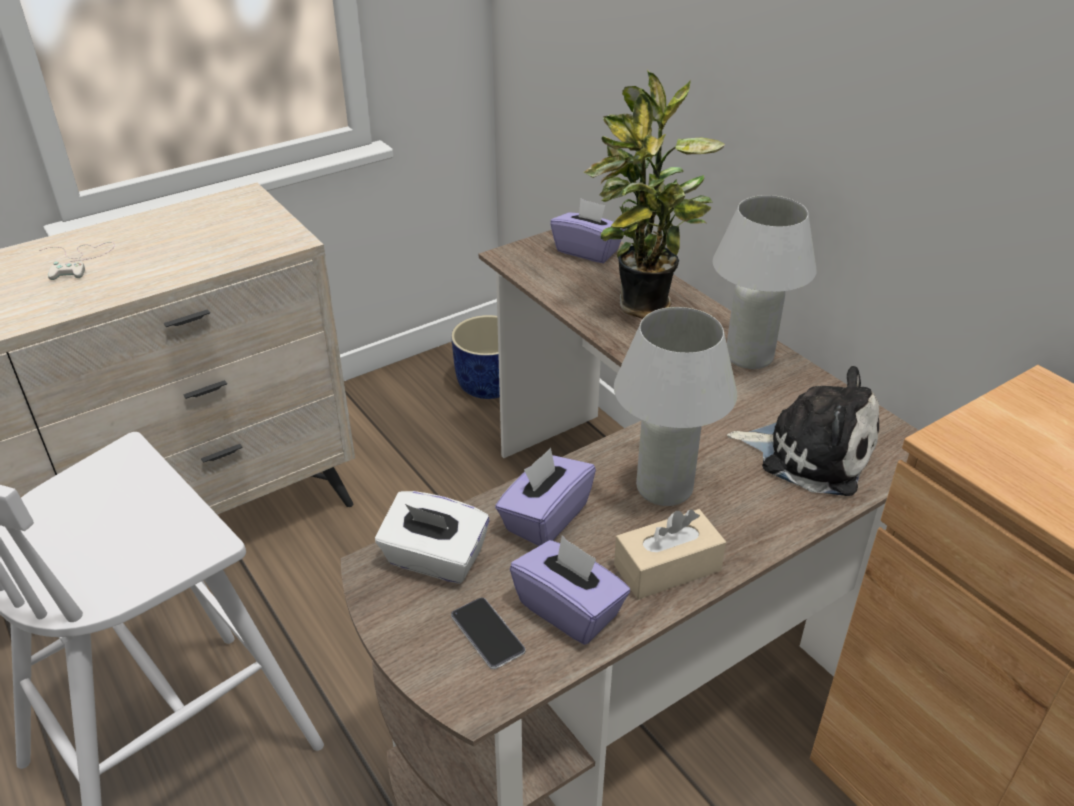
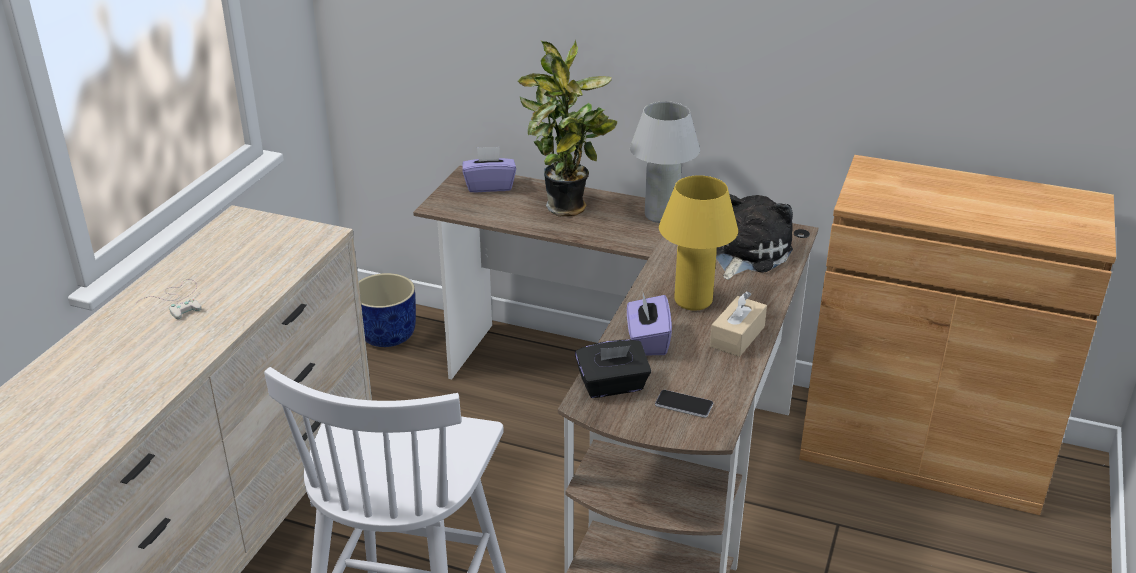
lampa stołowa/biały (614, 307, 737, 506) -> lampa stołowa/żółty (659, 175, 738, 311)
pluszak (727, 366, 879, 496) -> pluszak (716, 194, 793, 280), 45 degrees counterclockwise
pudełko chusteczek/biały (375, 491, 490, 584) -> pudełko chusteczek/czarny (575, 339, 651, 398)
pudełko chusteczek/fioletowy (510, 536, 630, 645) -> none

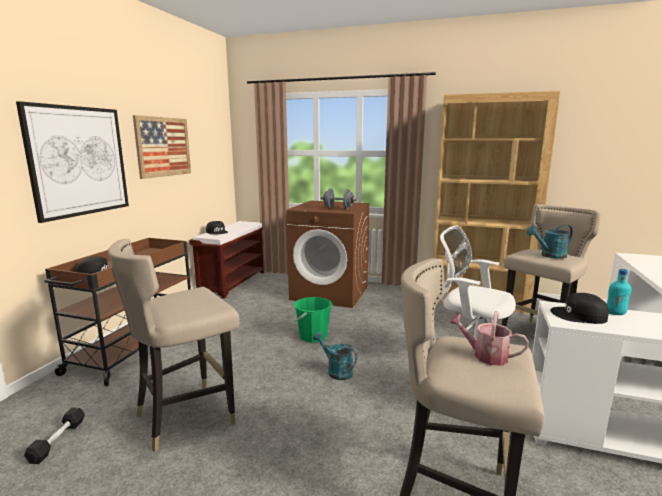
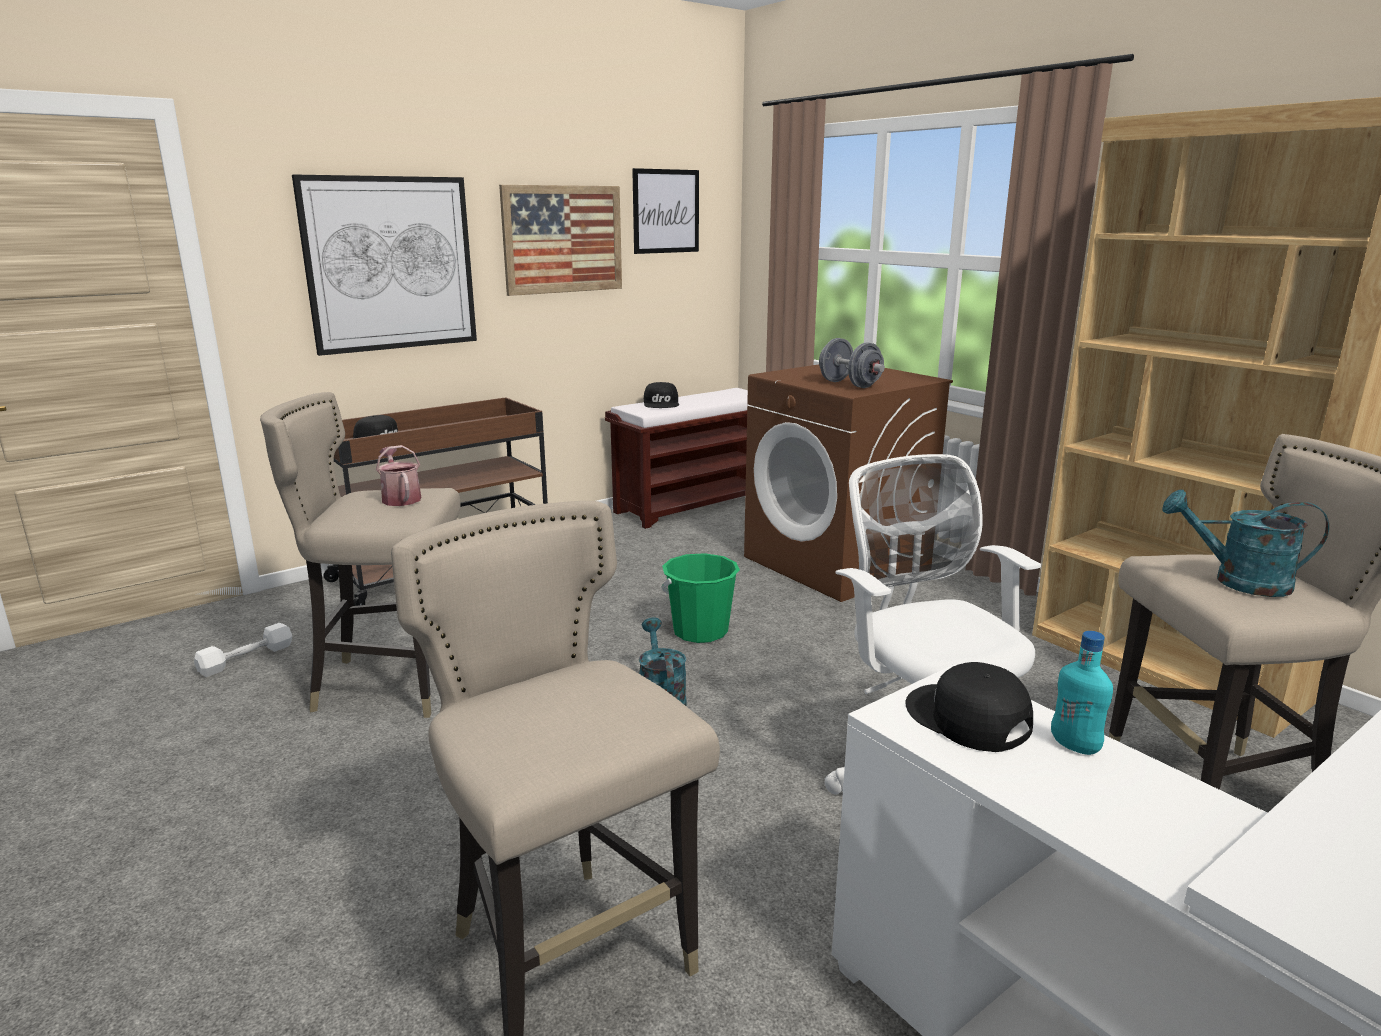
konewka (448, 311, 529, 366) -> konewka (376, 445, 421, 506), relocated
hantel/czarny (24, 408, 85, 464) -> hantel/biały (194, 623, 292, 677)
none -> obraz (632, 168, 699, 254)

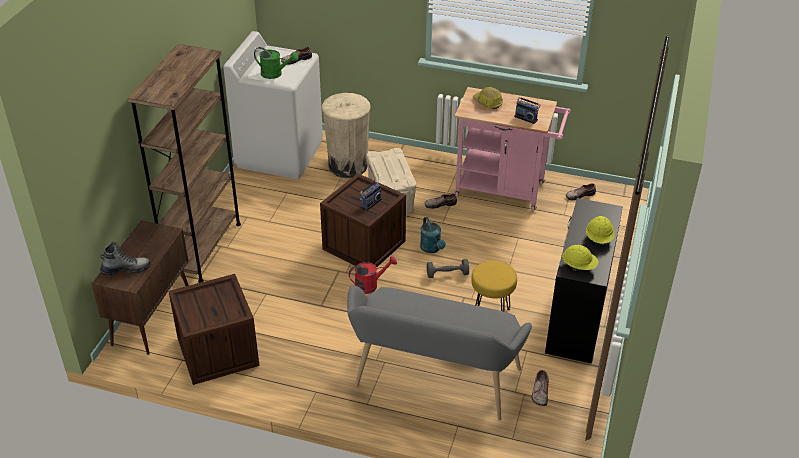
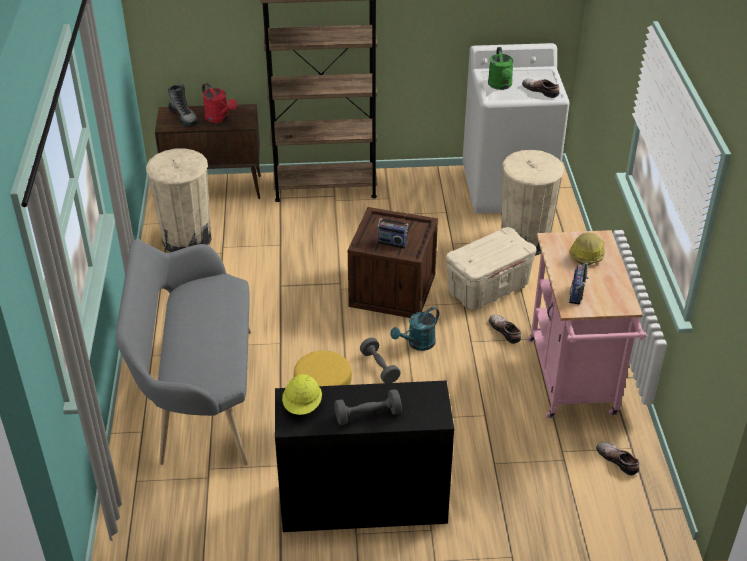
kask/żółty (586, 216, 615, 244) -> hantel/szary (335, 389, 402, 425)
konewka/czerwony (349, 256, 397, 294) -> konewka/czerwony (202, 83, 237, 123), relocated
skrzynka (168, 274, 259, 385) -> kosz na śmieci/beżowy (146, 148, 211, 252)
but (532, 370, 549, 406) -> none

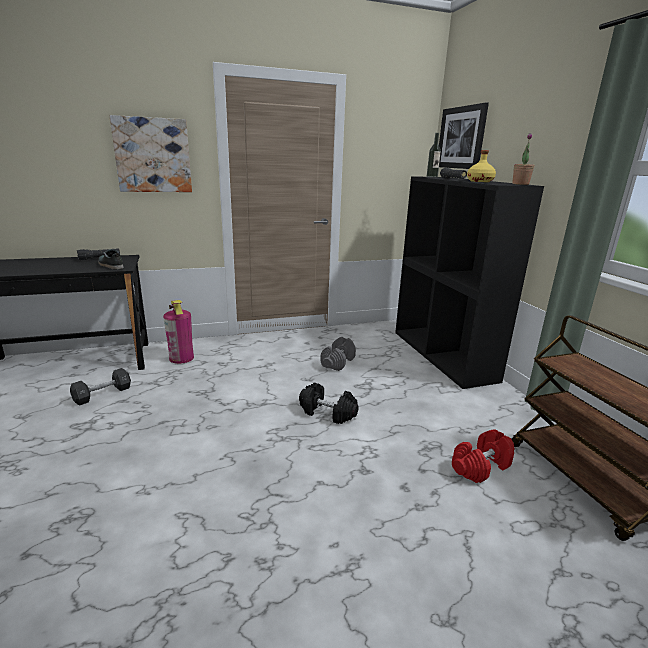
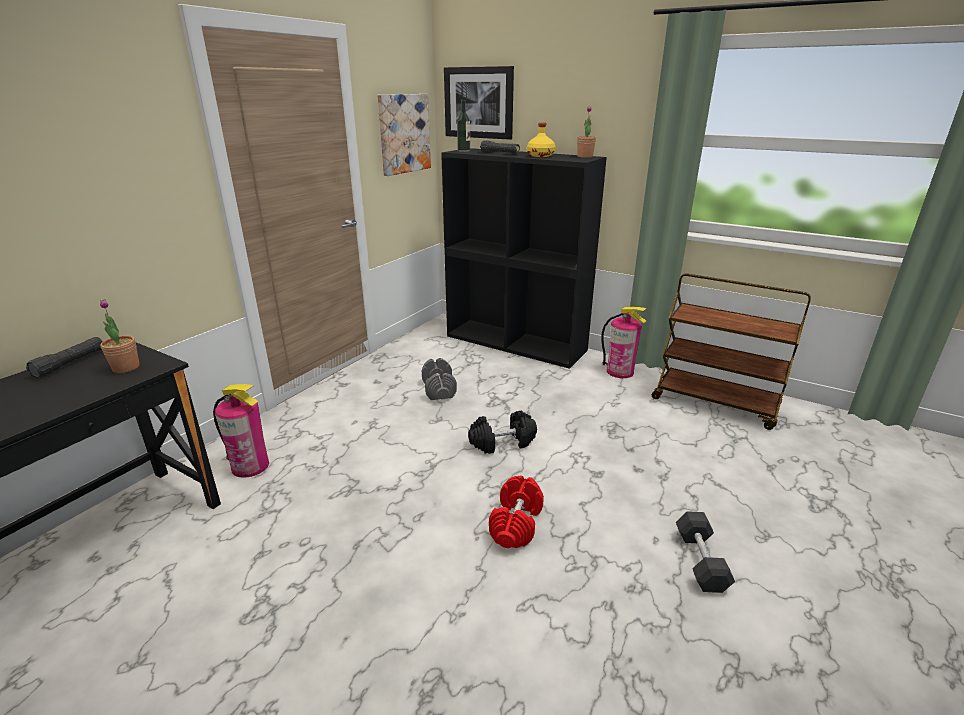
obraz (109, 115, 192, 192) -> obraz (378, 94, 431, 176), relocated
but (98, 249, 124, 270) -> roślina doniczkowa (100, 299, 140, 373)
hantel/czarny (70, 368, 131, 406) -> hantel/czarny (676, 511, 735, 593), relocated
hantel/czerwony (452, 430, 515, 483) -> hantel/czerwony (489, 476, 544, 548), relocated
none -> gaśnica (601, 307, 647, 378)

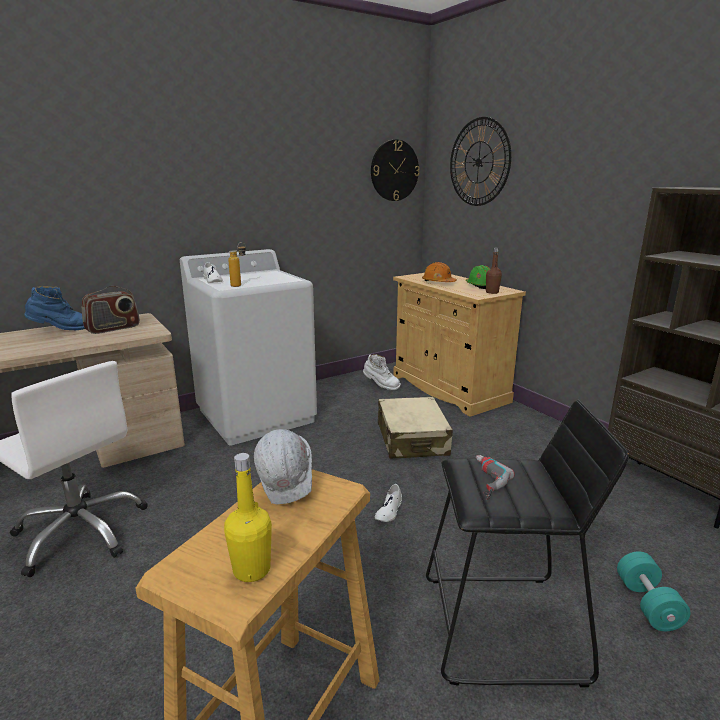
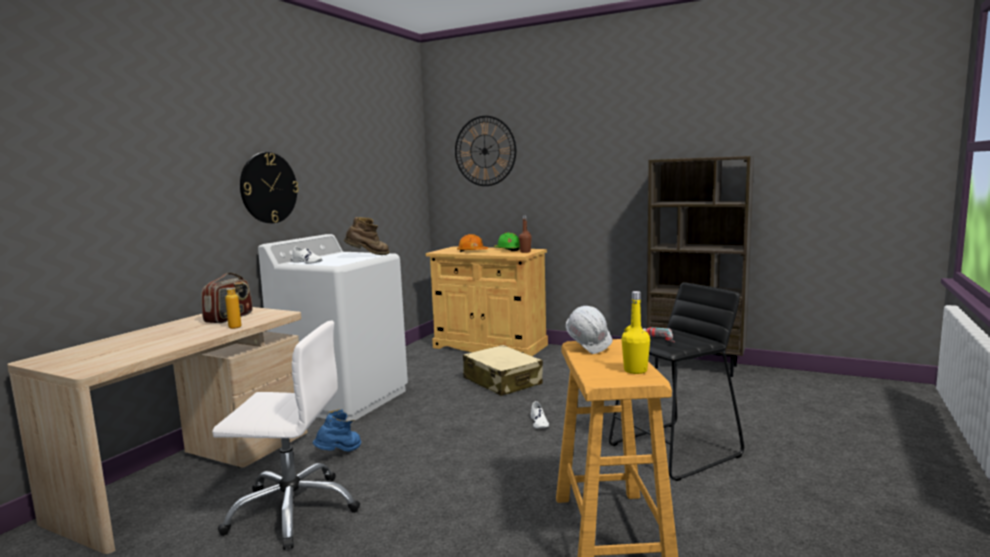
zegar ścienny (371, 140, 420, 201) -> zegar ścienny (240, 152, 299, 223), relocated
butelka (228, 242, 246, 287) -> butelka (225, 277, 243, 329), relocated
but z cholewką/niebieski (24, 286, 85, 330) -> but z cholewką/niebieski (313, 409, 361, 452), relocated
but z cholewką/biały (363, 354, 400, 390) -> none
hantel/turkusowy (617, 552, 691, 631) -> none
none -> but z cholewką/brązowy (343, 217, 389, 255)

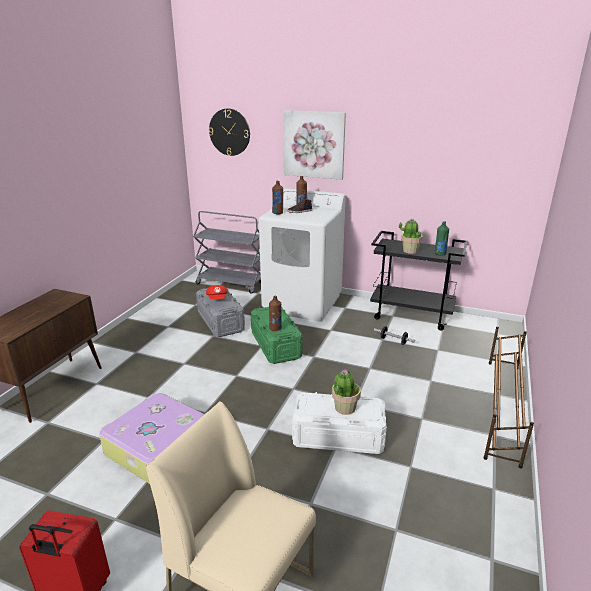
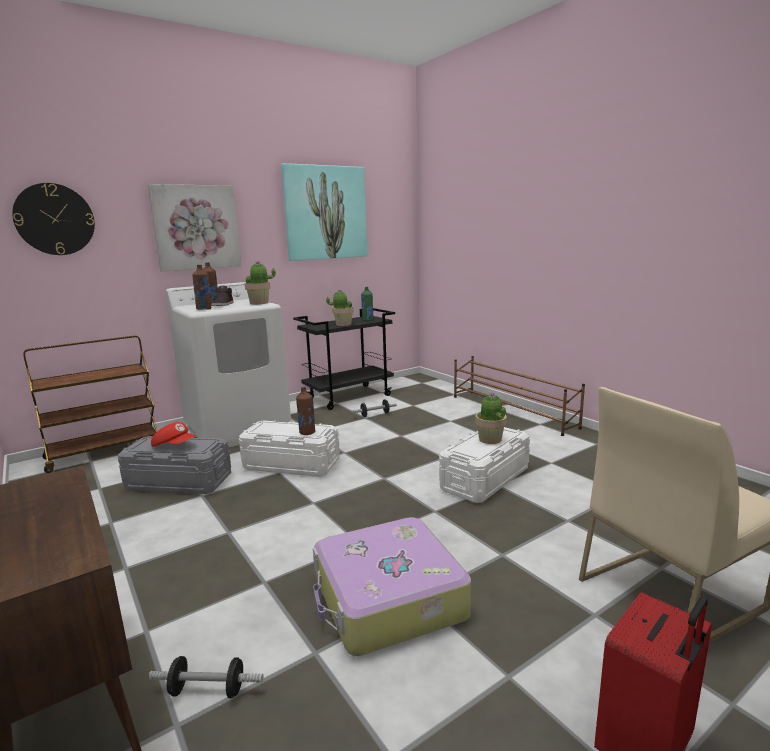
wózek/szary (193, 211, 261, 294) -> wózek/brązowy (23, 335, 157, 473)
pojemnik do przechowywania/zielony (251, 307, 303, 364) -> pojemnik do przechowywania/biały (239, 420, 340, 477)
none -> obraz (281, 163, 368, 261)
none -> roślina doniczkowa (245, 261, 276, 304)
none -> hantel (148, 656, 263, 698)

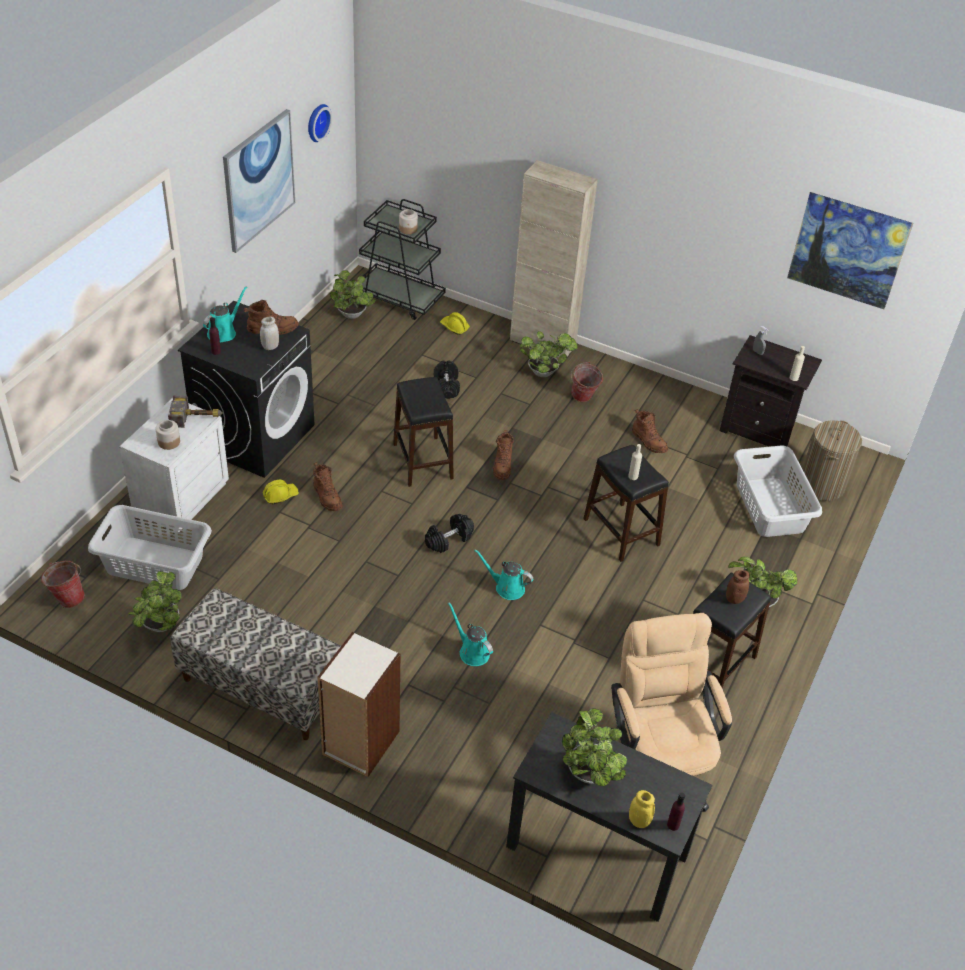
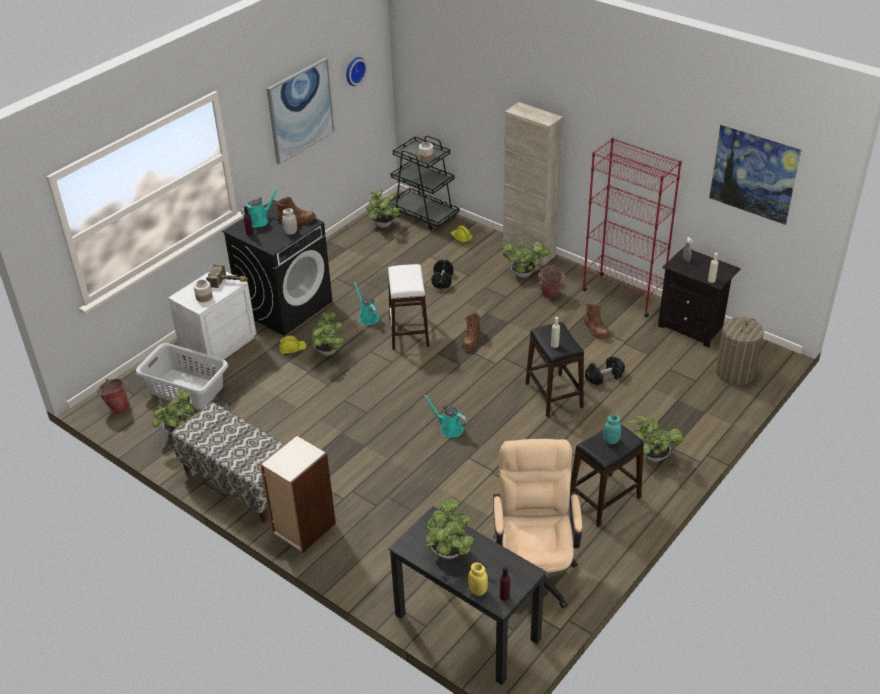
stołek/czarny (393, 377, 454, 487) -> stołek/biały (388, 264, 429, 350)
kosz na pranie/szary (734, 445, 822, 537) -> none
but z cholewką/brązowy (313, 462, 343, 511) -> roślina doniczkowa (309, 312, 344, 356)
hantel/czarny (425, 514, 474, 553) -> hantel/czarny (585, 357, 625, 386), relocated
słoik/brązowy (726, 570, 750, 604) -> słoik/turkusowy (604, 415, 621, 444)
konewka/turkusowy (448, 602, 493, 666) -> konewka/turkusowy (354, 282, 380, 325), relocated
none -> regał/czerwony (583, 138, 682, 318)

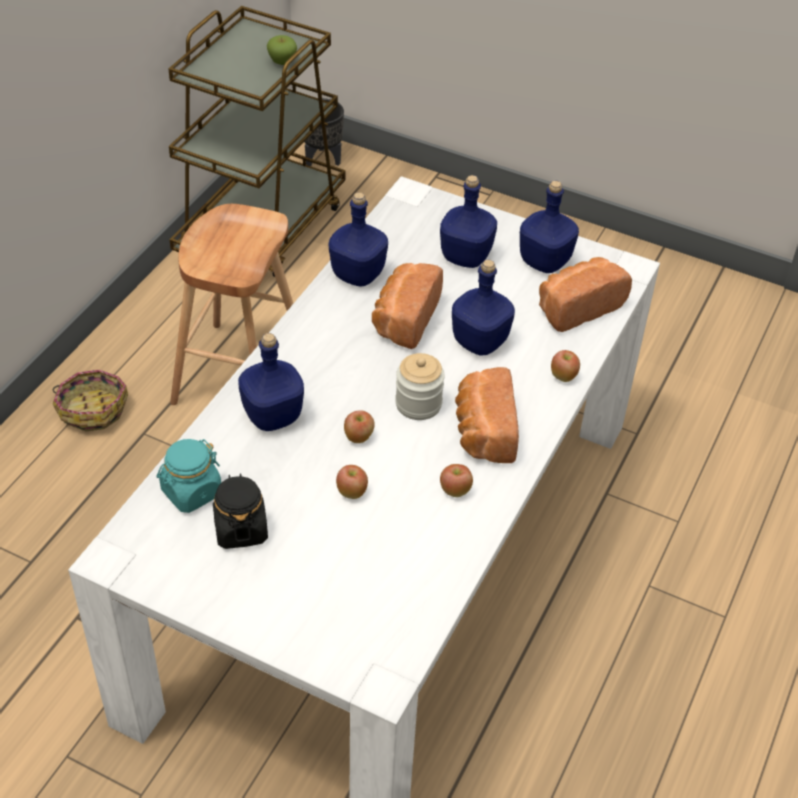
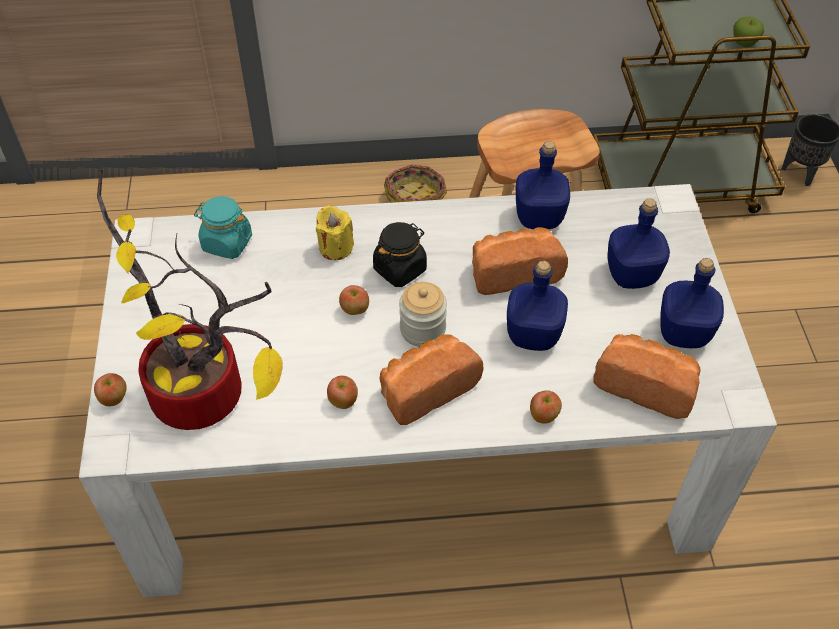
butelka/niebieski (238, 333, 304, 431) -> świeca/żółty (316, 205, 354, 260)
jabłko (336, 465, 368, 499) -> jabłko (94, 373, 127, 406), relocated
słoik/czarny (213, 473, 268, 549) -> słoik/czarny (373, 222, 427, 287), relocated
none -> roślina doniczkowa (97, 169, 283, 430)

